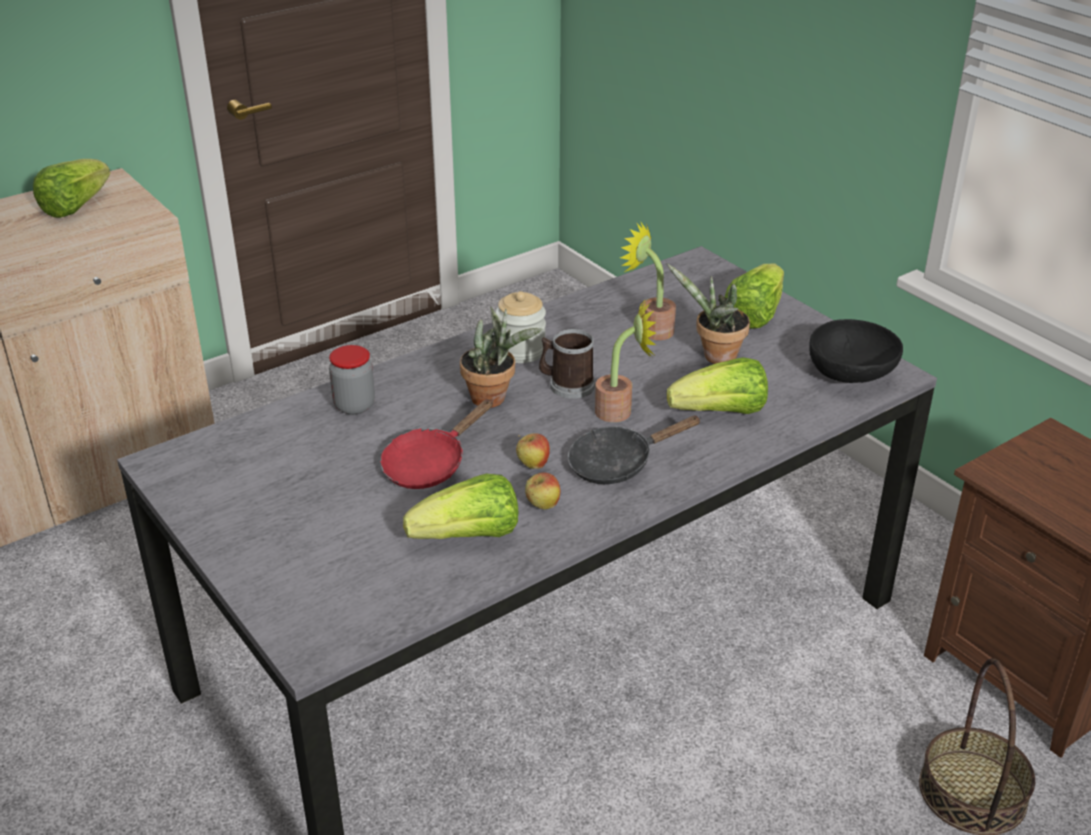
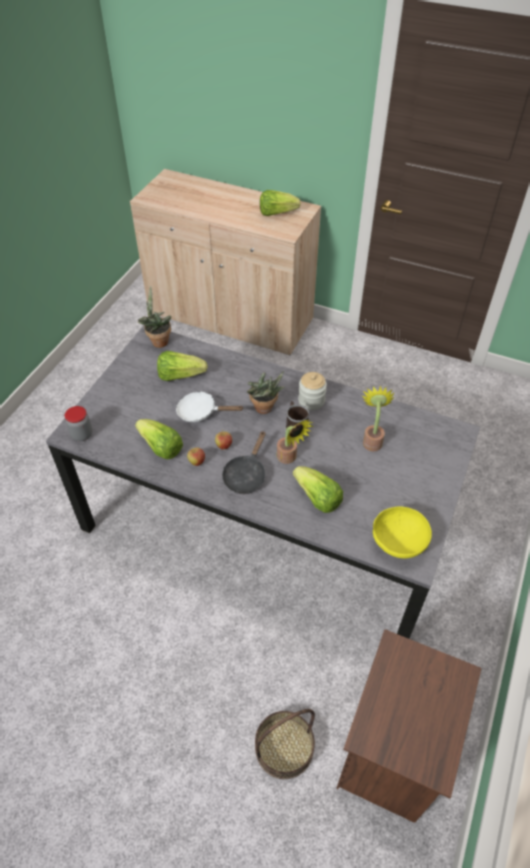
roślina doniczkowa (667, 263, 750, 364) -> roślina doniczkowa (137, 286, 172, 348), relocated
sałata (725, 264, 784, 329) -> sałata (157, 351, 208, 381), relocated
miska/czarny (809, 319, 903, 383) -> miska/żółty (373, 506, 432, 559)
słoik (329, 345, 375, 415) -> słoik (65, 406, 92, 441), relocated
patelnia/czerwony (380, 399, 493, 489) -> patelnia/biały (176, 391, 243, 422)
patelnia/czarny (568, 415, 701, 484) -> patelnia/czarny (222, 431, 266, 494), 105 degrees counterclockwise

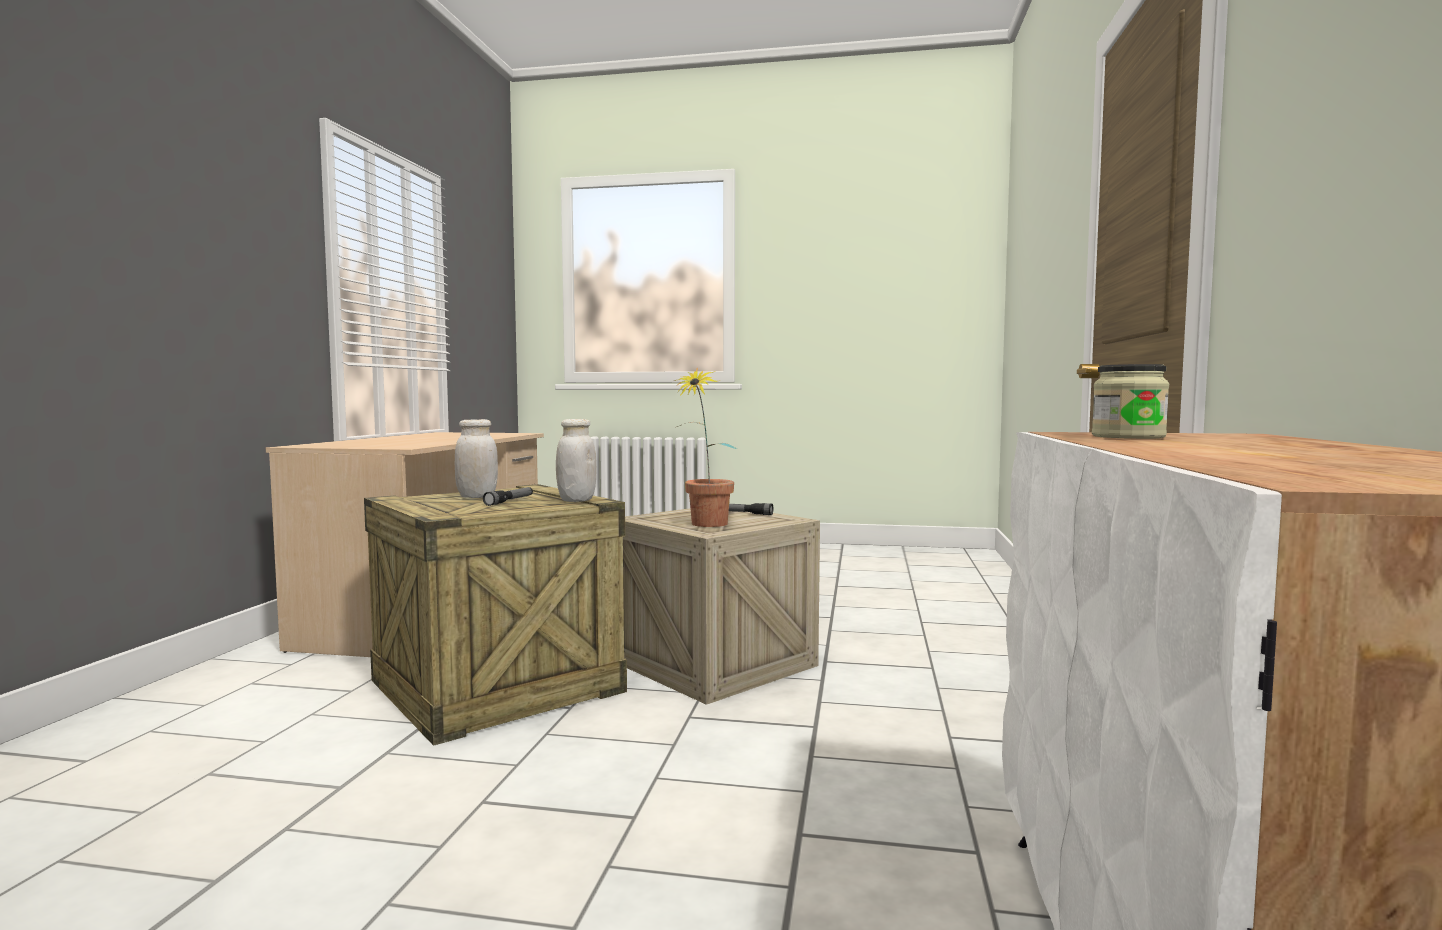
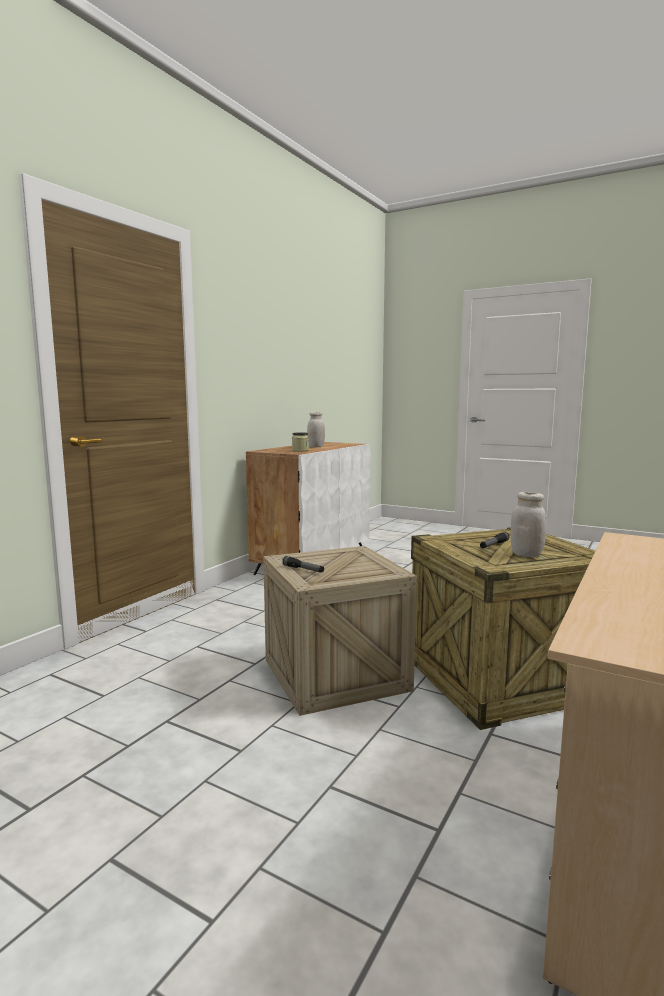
roślina doniczkowa (674, 368, 737, 527) -> none
słoik/biały (556, 419, 597, 502) -> słoik/biały (307, 412, 325, 448), relocated

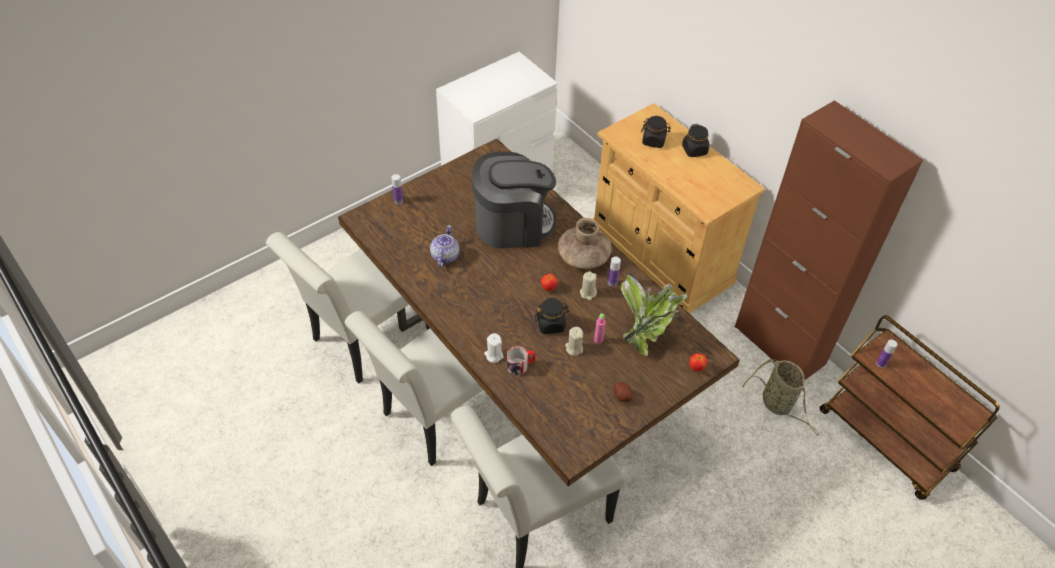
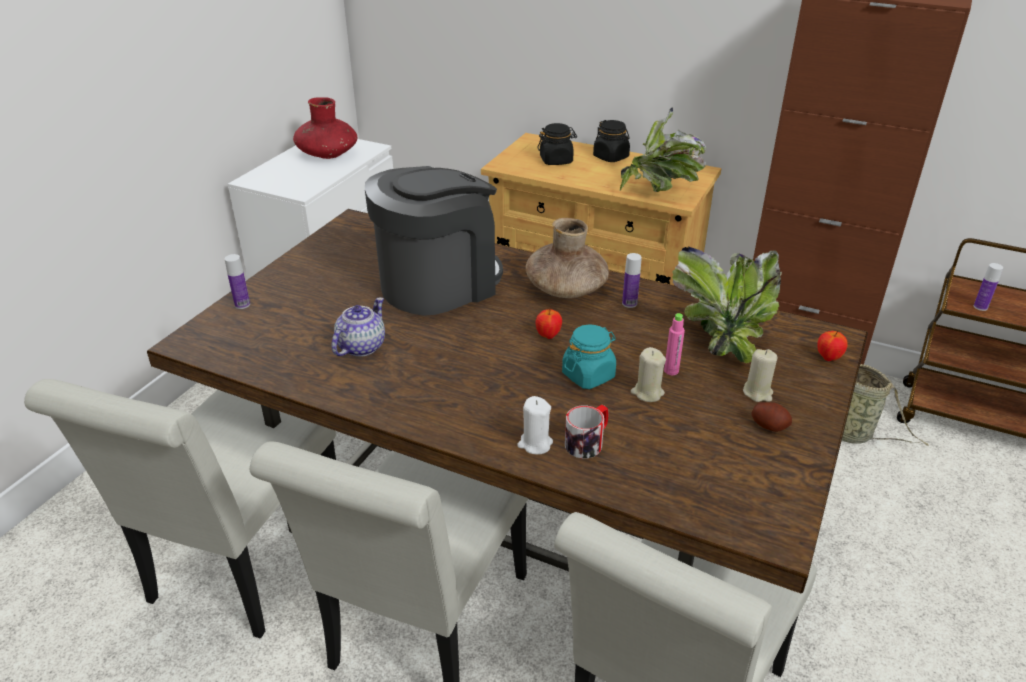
imbryk (430, 225, 459, 268) -> imbryk (331, 297, 385, 357), 45 degrees clockwise
świeca/beżowy (580, 271, 597, 300) -> świeca/beżowy (743, 349, 778, 402), relocated
słoik/czarny (535, 298, 569, 334) -> słoik/turkusowy (562, 324, 616, 389)
none -> wazon/czerwony (293, 97, 357, 159)
none -> roślina doniczkowa (619, 107, 706, 192)

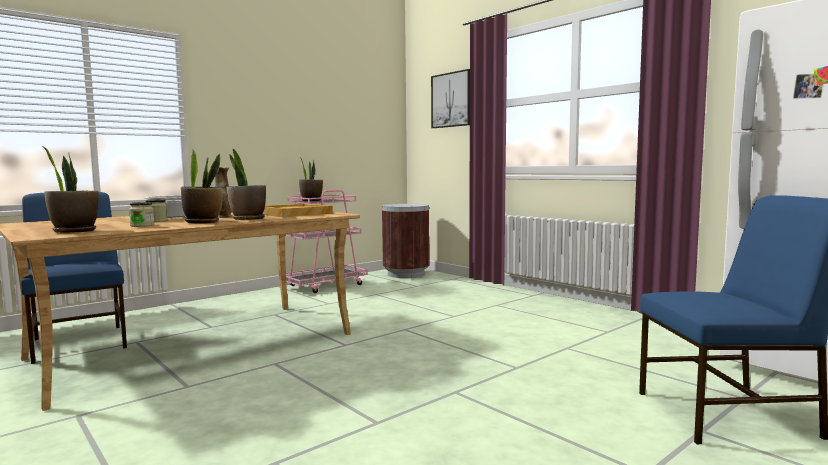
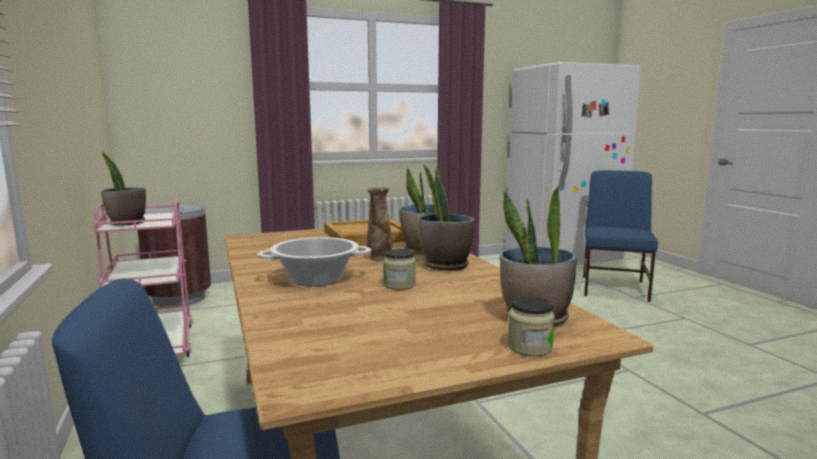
obraz (431, 69, 470, 128) -> none
słoik (129, 202, 154, 227) -> słoik (508, 296, 555, 357), relocated

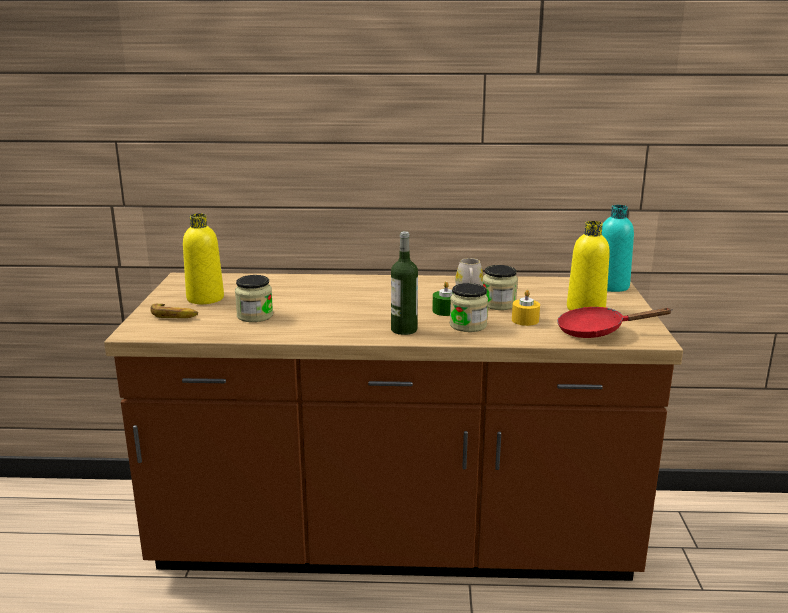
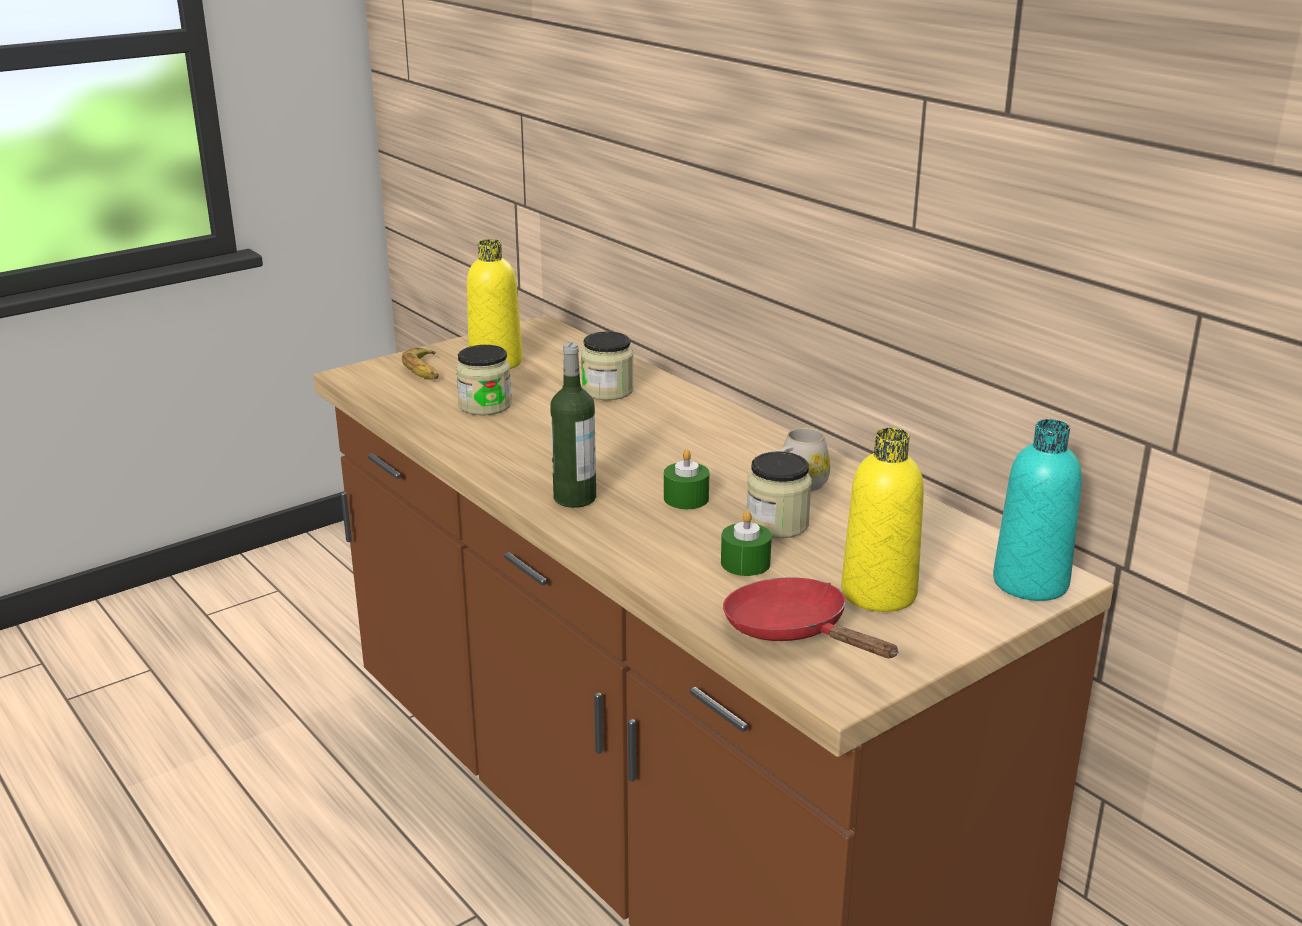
słoik (450, 283, 488, 332) -> słoik (581, 331, 634, 400), relocated
świeca/żółty (512, 290, 540, 326) -> świeca/zielony (721, 510, 772, 576)

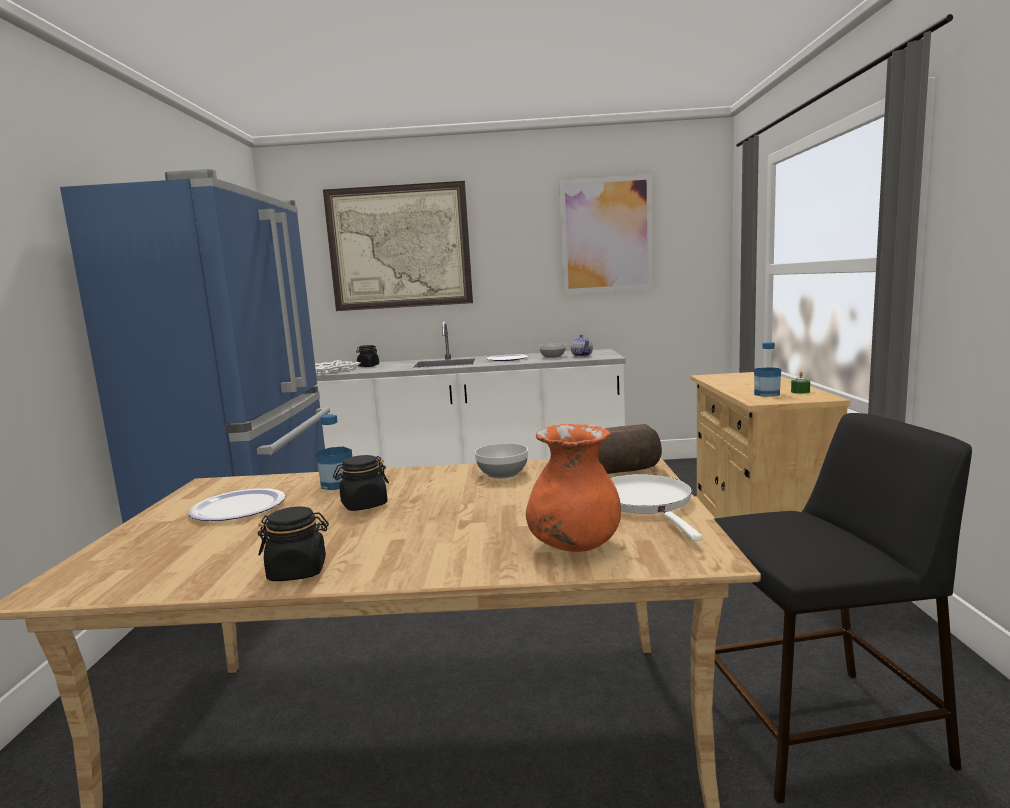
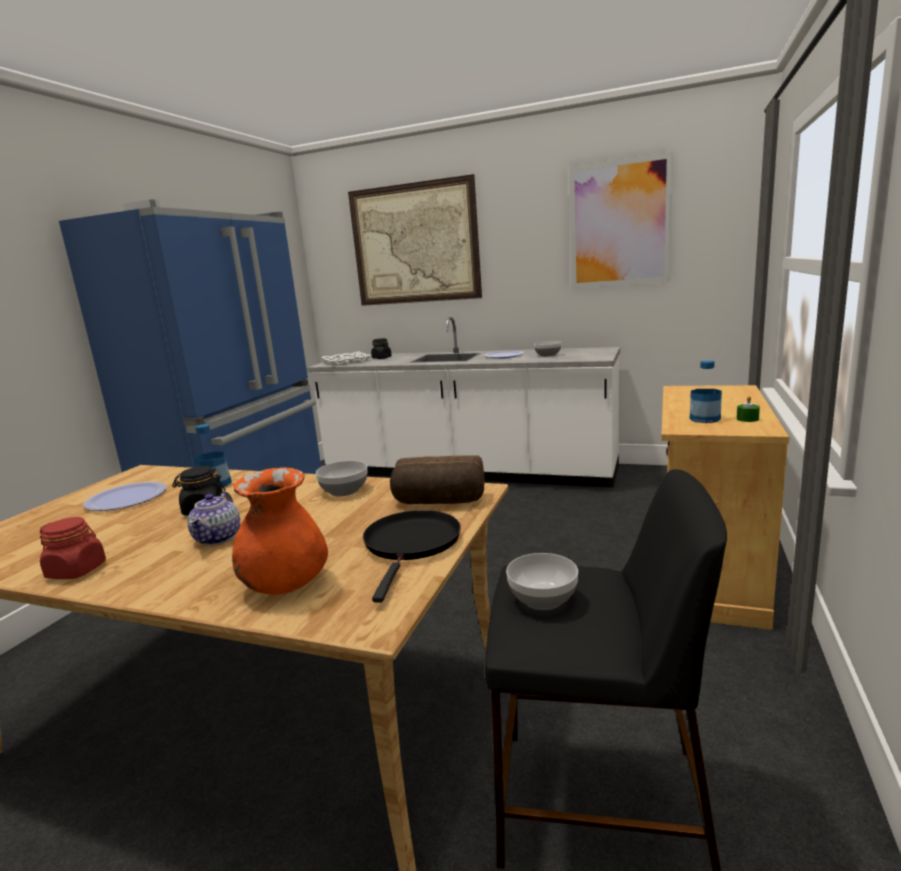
imbryk (571, 334, 593, 357) -> imbryk (188, 491, 240, 545), relocated
patelnia/biały (611, 474, 702, 541) -> patelnia/czarny (363, 510, 461, 603)
słoik/czarny (258, 506, 329, 581) -> słoik/czerwony (40, 517, 106, 579)
none -> miska (506, 553, 578, 610)

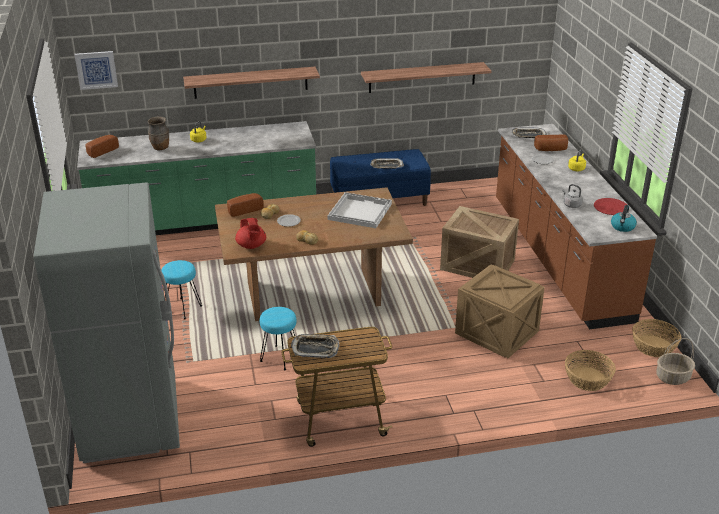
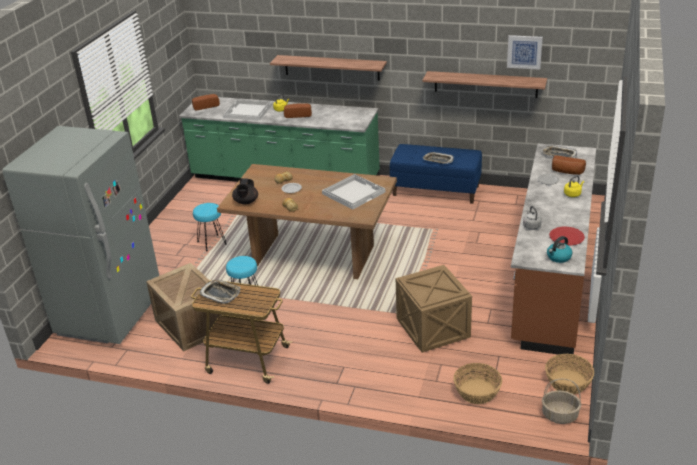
obraz (74, 51, 118, 90) -> obraz (507, 35, 543, 70), relocated
wazon/brązowy (148, 117, 169, 150) -> taca/biały (223, 99, 273, 121)
chleb (227, 193, 264, 217) -> chleb (284, 103, 312, 118), relocated
skrzynka (440, 206, 519, 278) -> skrzynka (146, 263, 222, 351), relocated
imbryk/czerwony (235, 218, 266, 249) -> imbryk/czarny (232, 178, 258, 204)

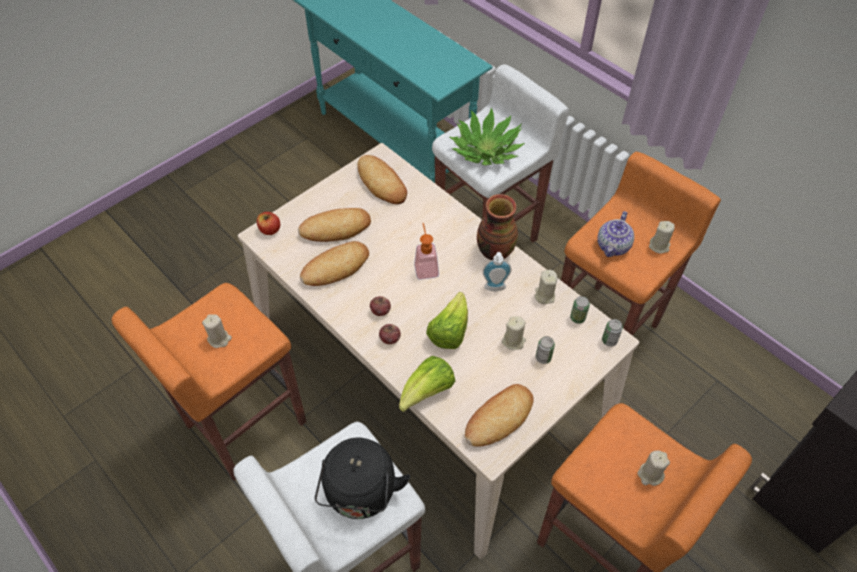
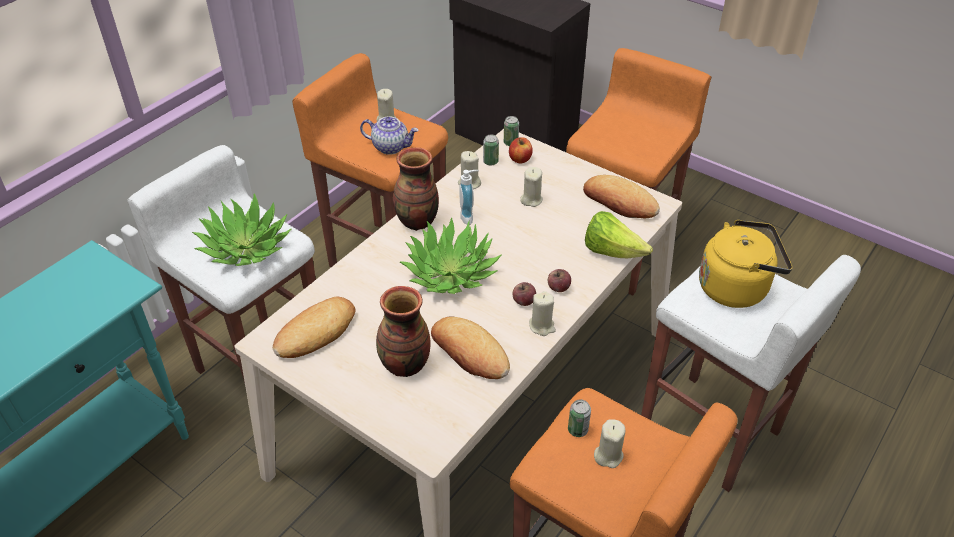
chleb (298, 208, 371, 242) -> wazon (376, 286, 431, 377)
jabłko (257, 212, 280, 235) -> jabłko (509, 137, 533, 164), relocated
dozownik mydła (414, 223, 439, 280) -> roślina doniczkowa (400, 217, 502, 294)
sałata (426, 292, 468, 349) -> none
puszka (536, 336, 555, 364) -> puszka (568, 399, 591, 437), relocated
czajnik/czarny (314, 437, 410, 519) -> czajnik/żółty (699, 220, 793, 308)
świeca/beżowy (637, 450, 670, 486) -> świeca/beżowy (529, 291, 556, 336), relocated

